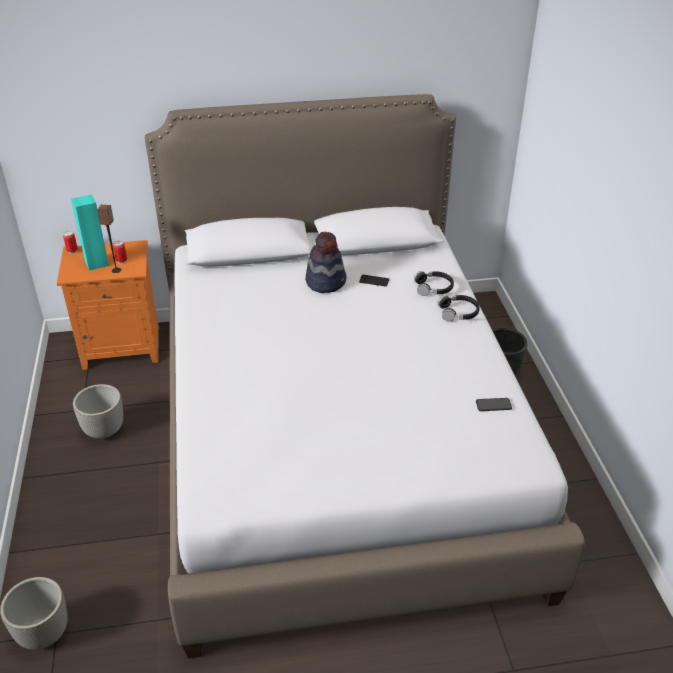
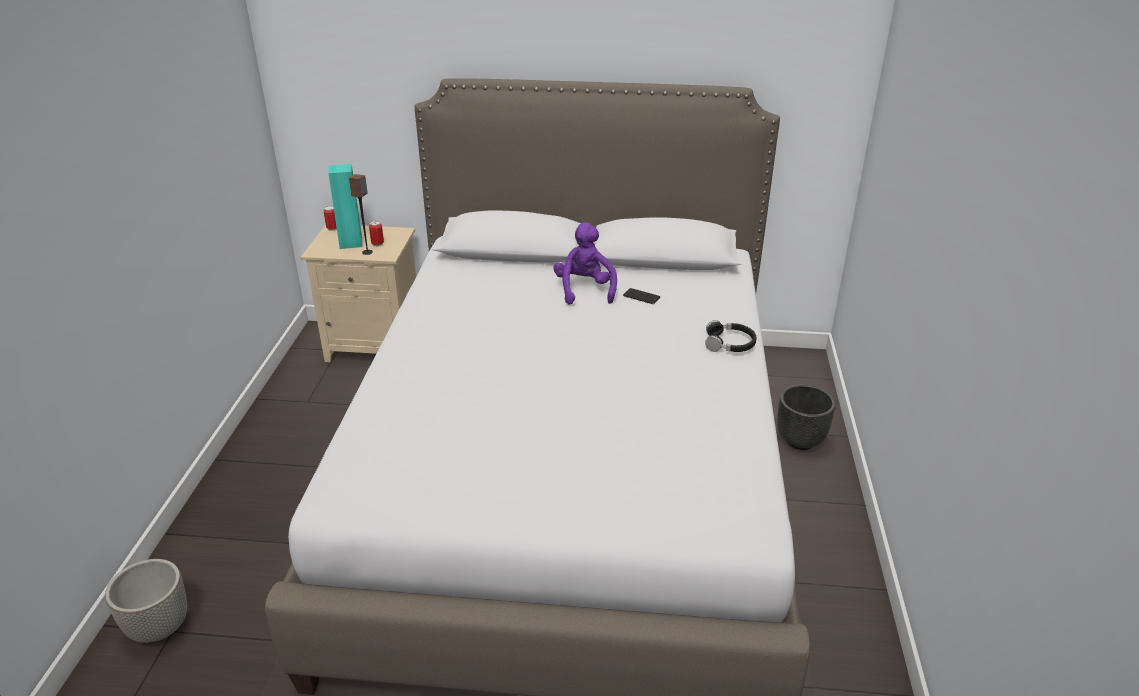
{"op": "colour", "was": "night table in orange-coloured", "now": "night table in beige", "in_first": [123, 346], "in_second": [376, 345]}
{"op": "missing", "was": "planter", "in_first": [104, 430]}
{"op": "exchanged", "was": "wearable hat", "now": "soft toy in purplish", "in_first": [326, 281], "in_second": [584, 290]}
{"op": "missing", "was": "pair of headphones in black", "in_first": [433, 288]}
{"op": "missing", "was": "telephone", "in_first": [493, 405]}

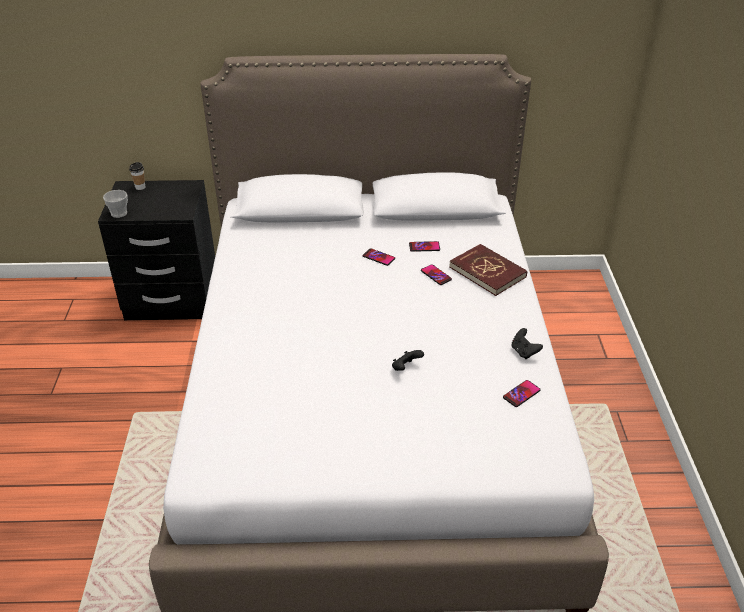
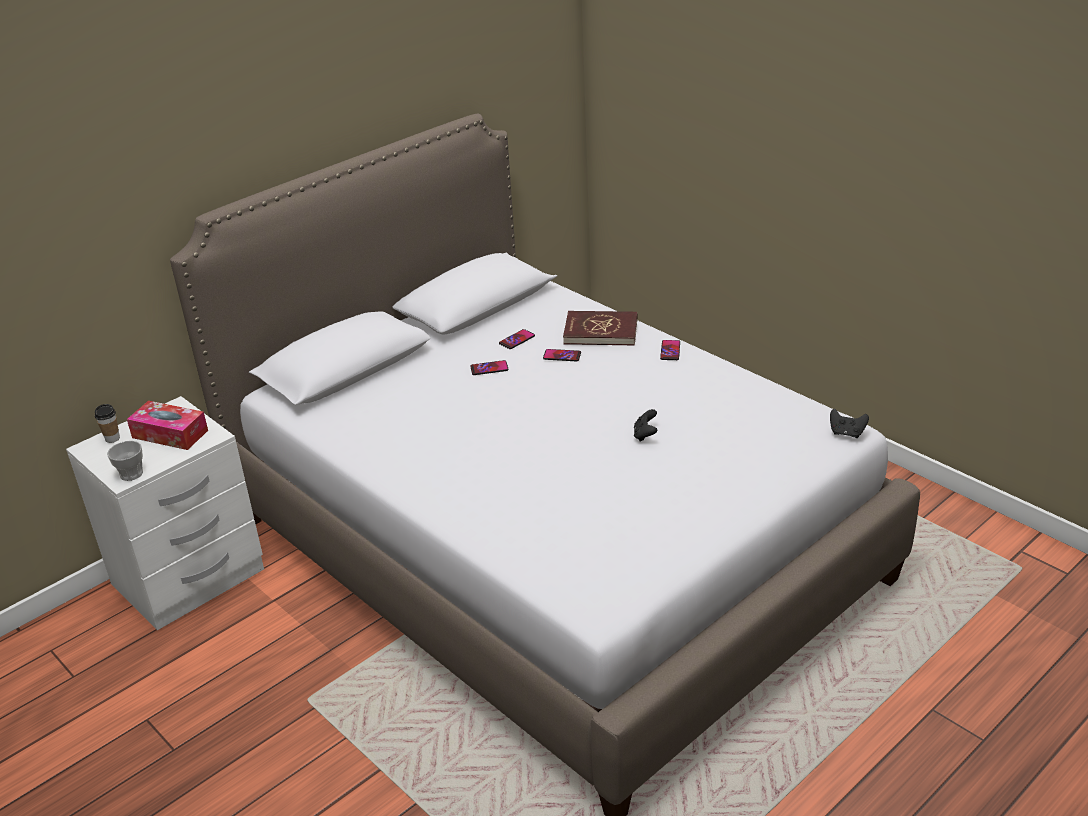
{"op": "colour", "was": "night table in black", "now": "night table in white", "in_first": [172, 300], "in_second": [189, 578]}
{"op": "relocated", "was": "telephone", "in_first": [521, 394], "in_second": [670, 351]}
{"op": "relocated", "was": "gamepad in black", "in_first": [524, 352], "in_second": [846, 433]}
{"op": "appeared", "now": "tissue holder", "in_second": [170, 434]}

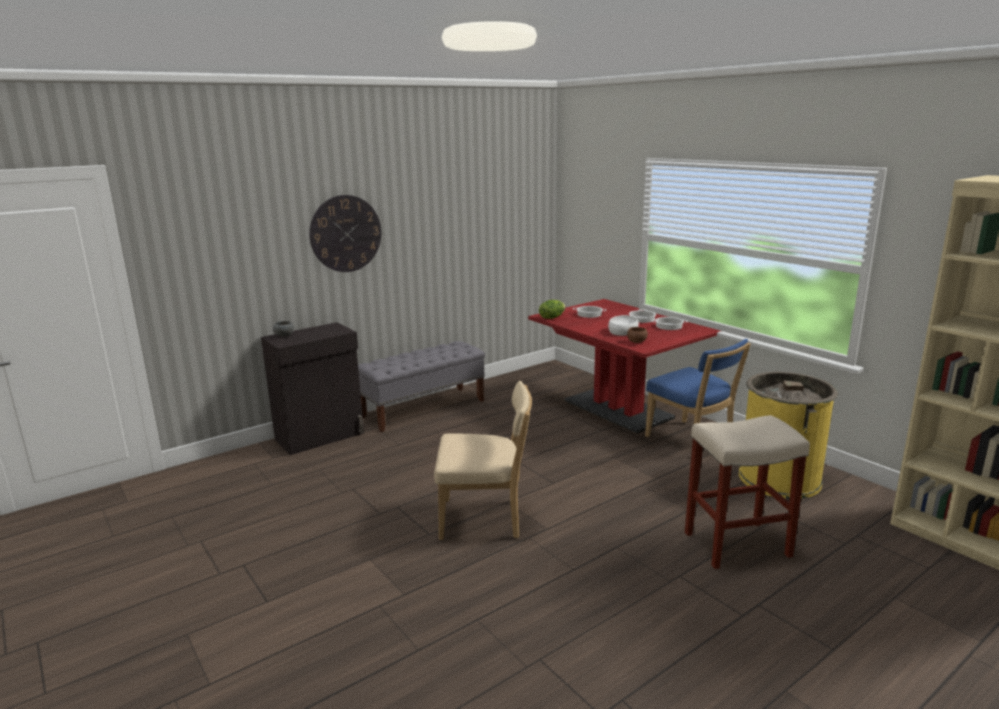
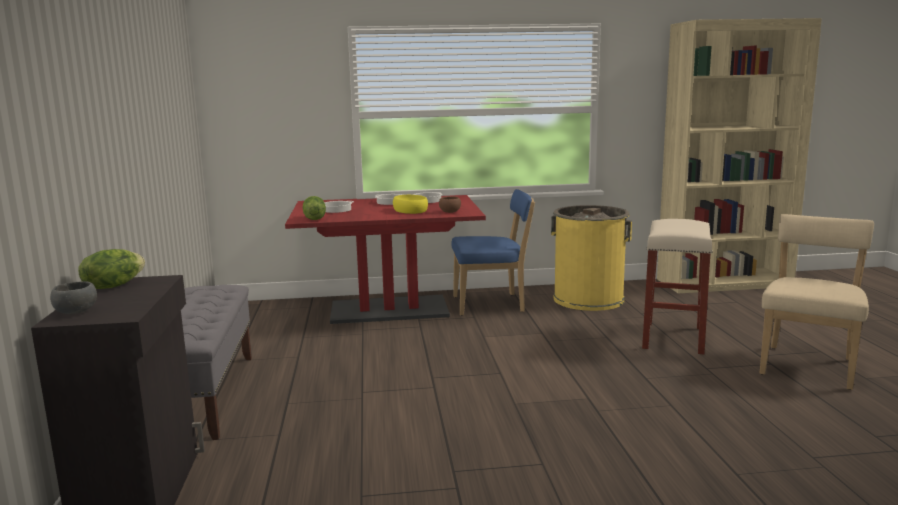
{"op": "missing", "was": "wall clock", "in_first": [346, 233]}
{"op": "relocated", "was": "upright chair in beige", "in_first": [485, 519], "in_second": [808, 365]}
{"op": "colour", "was": "serving bowl in white", "now": "serving bowl in yellow-coloured", "in_first": [623, 331], "in_second": [411, 210]}
{"op": "appeared", "now": "lettuce head", "in_second": [113, 286]}

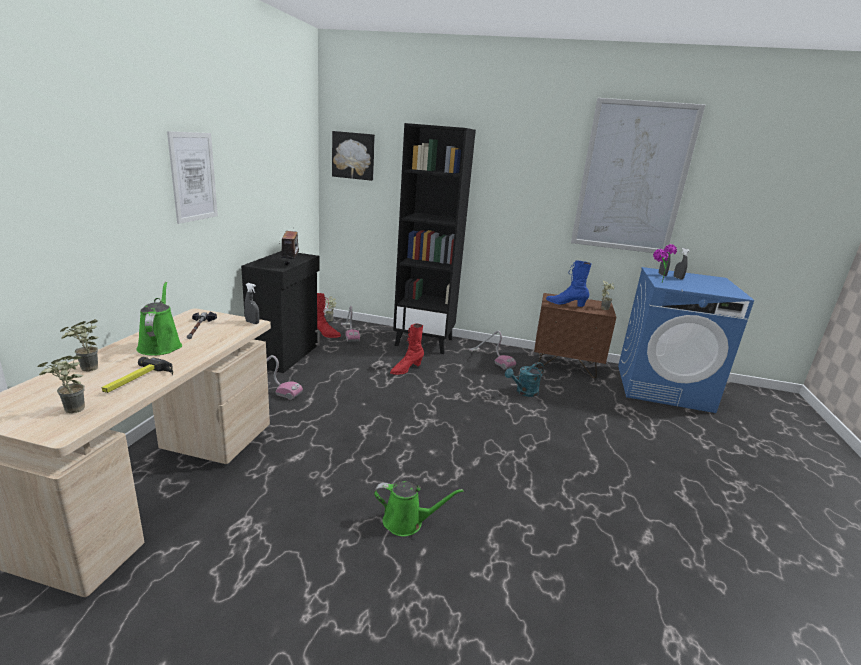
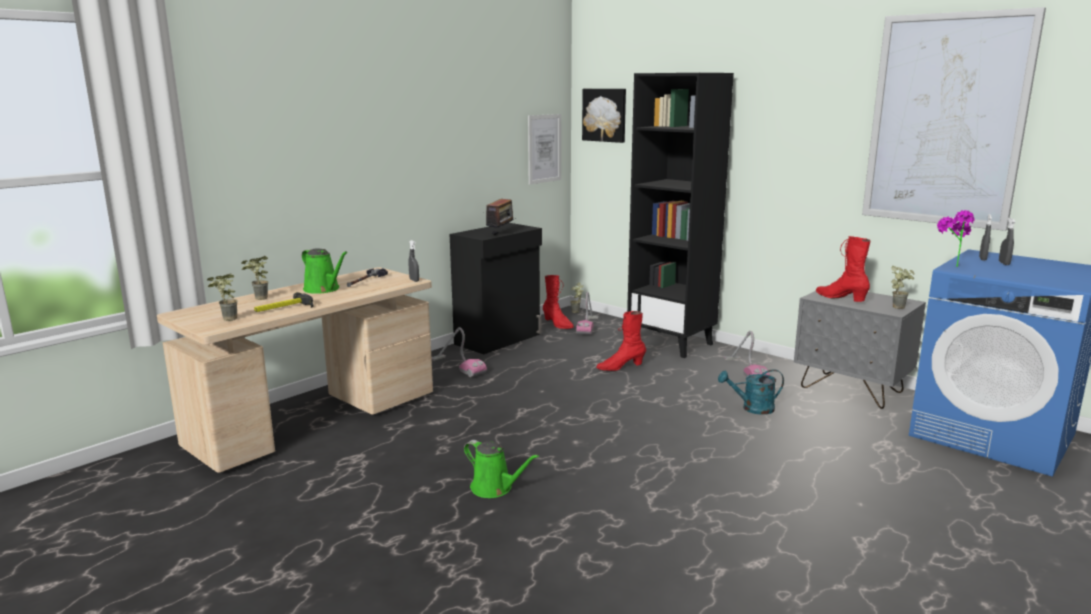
{"op": "spun", "was": "watering pot in green", "in_first": [160, 345], "in_second": [323, 289], "clockwise": 120}
{"op": "relocated", "was": "picture", "in_first": [193, 177], "in_second": [544, 148]}
{"op": "colour", "was": "night table in brownish", "now": "night table in greyish", "in_first": [565, 365], "in_second": [851, 390]}
{"op": "colour", "was": "boot in blue", "now": "boot in red-coloured", "in_first": [565, 304], "in_second": [841, 298]}

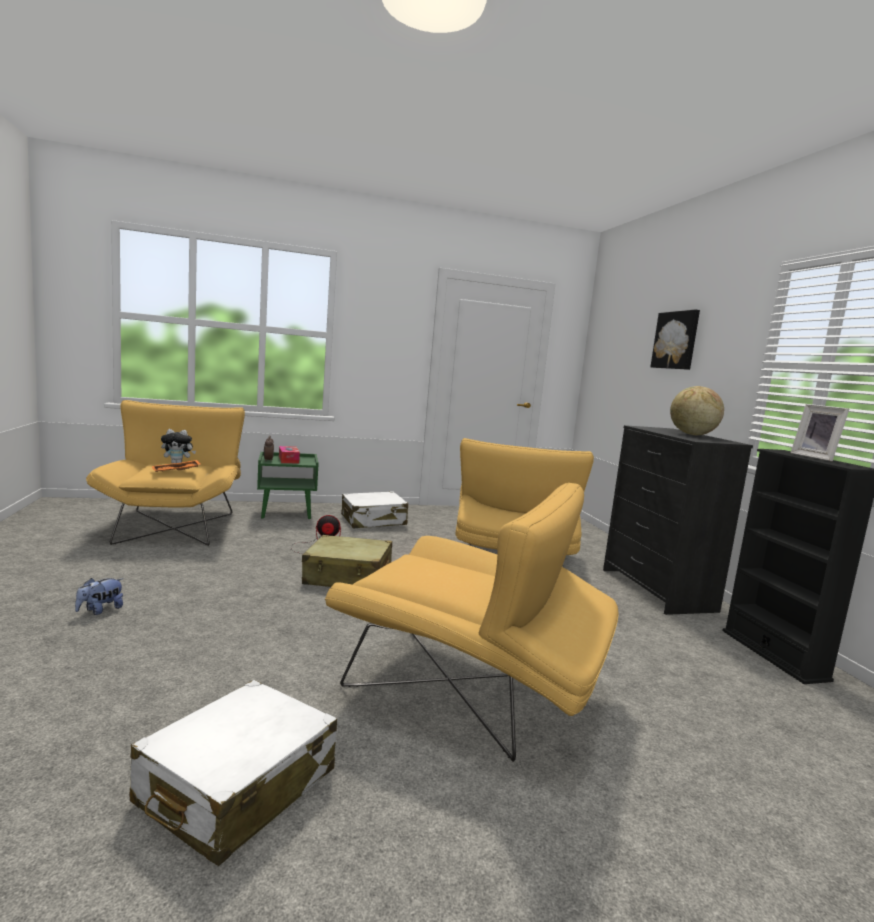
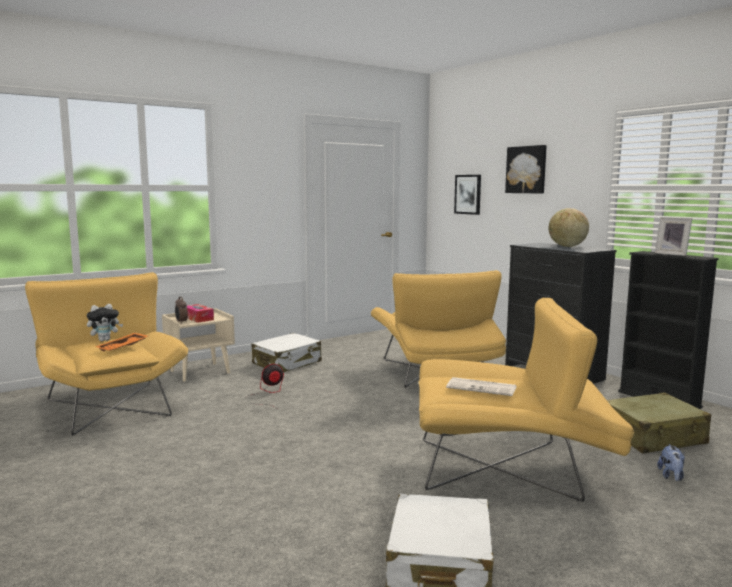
{"op": "relocated", "was": "soft toy", "in_first": [100, 610], "in_second": [671, 476]}
{"op": "colour", "was": "night table in green", "now": "night table in beige", "in_first": [287, 513], "in_second": [200, 372]}
{"op": "relocated", "was": "piece of luggage in beige", "in_first": [348, 577], "in_second": [653, 436]}
{"op": "appeared", "now": "daily paper", "in_second": [482, 388]}
{"op": "appeared", "now": "picture", "in_second": [468, 194]}

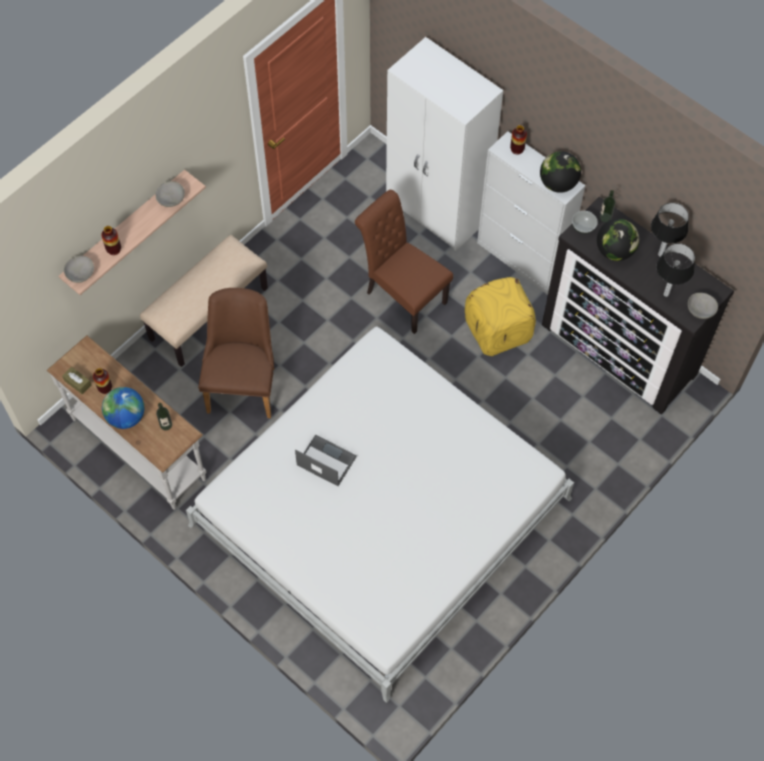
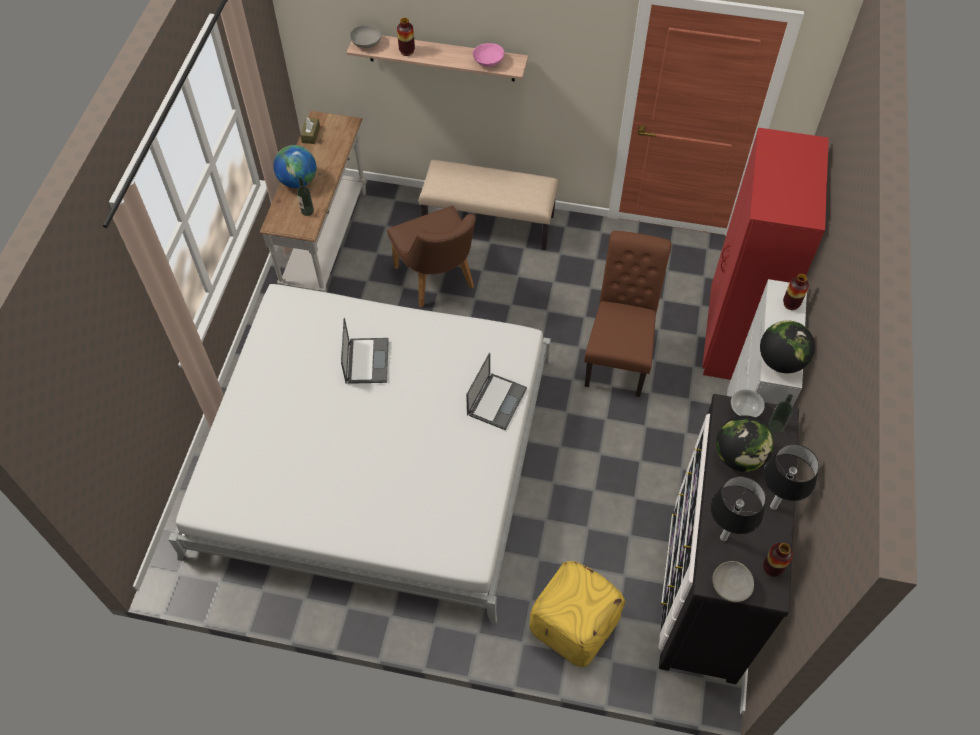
{"op": "relocated", "was": "decorative vase", "in_first": [105, 388], "in_second": [772, 568]}
{"op": "colour", "was": "serving bowl in greyish", "now": "serving bowl in pink-coloured", "in_first": [171, 199], "in_second": [488, 62]}
{"op": "spun", "was": "upright chair in brownish", "in_first": [244, 383], "in_second": [438, 282], "clockwise": 90}
{"op": "colour", "was": "armoire in white", "now": "armoire in red-coloured", "in_first": [436, 212], "in_second": [733, 337]}
{"op": "relocated", "was": "footrest in yellow-coloured", "in_first": [497, 330], "in_second": [572, 625]}
{"op": "appeared", "now": "portable computer", "in_second": [497, 400]}

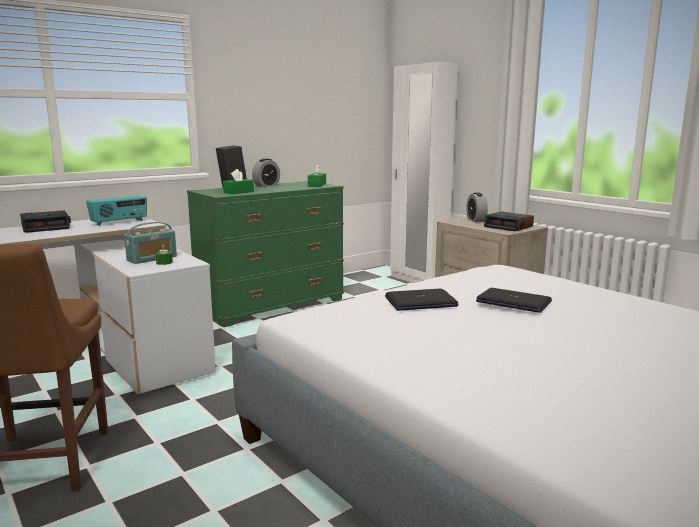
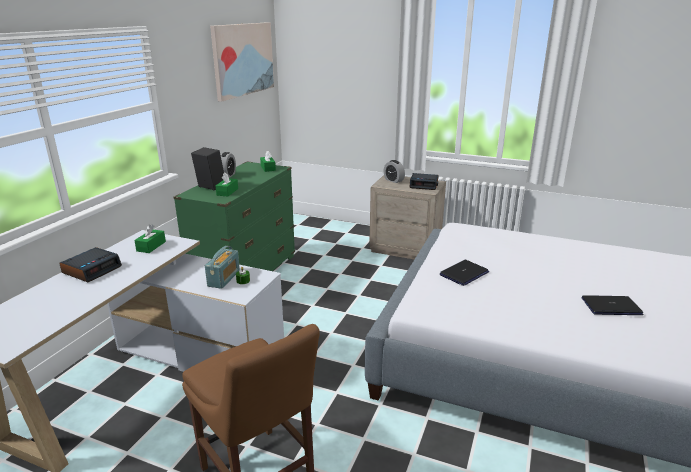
{"op": "exchanged", "was": "radio receiver", "now": "tissue holder in green", "in_first": [119, 222], "in_second": [151, 246]}
{"op": "missing", "was": "armoire in white", "in_first": [418, 280]}
{"op": "relocated", "was": "portable computer", "in_first": [514, 302], "in_second": [611, 306]}
{"op": "appeared", "now": "picture", "in_second": [243, 59]}

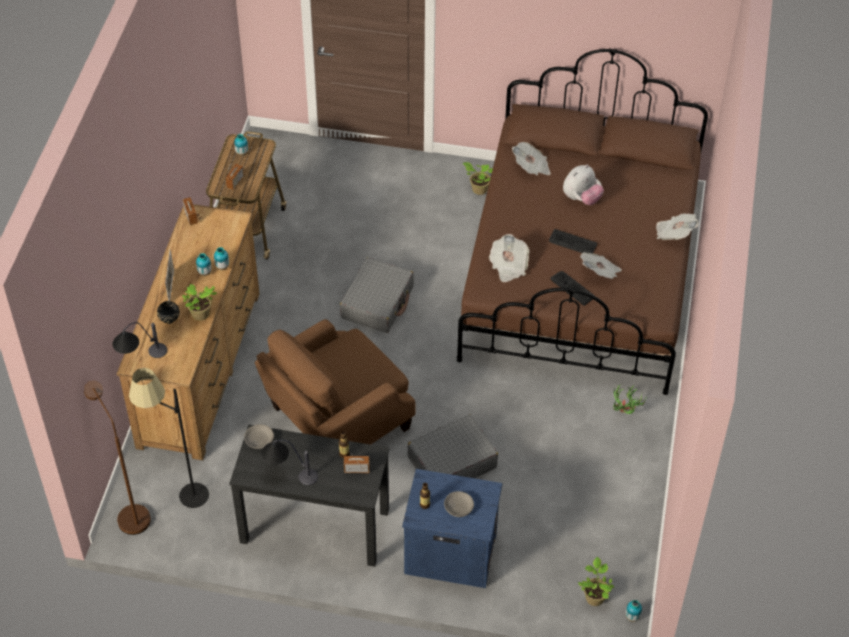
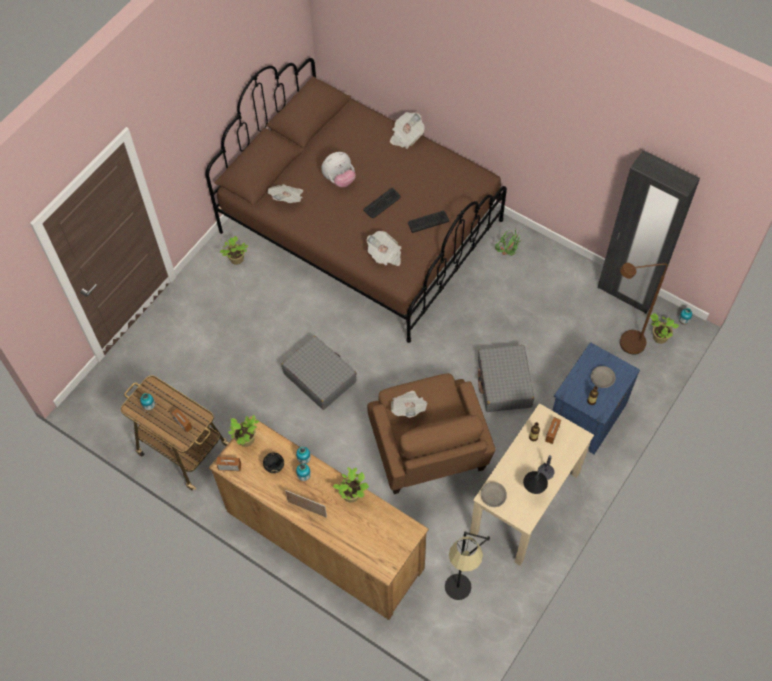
{"op": "relocated", "was": "standing lamp in brownish", "in_first": [130, 514], "in_second": [625, 344]}
{"op": "missing", "was": "table lamp", "in_first": [140, 359]}
{"op": "relocated", "was": "serving bowl in black", "in_first": [169, 321], "in_second": [275, 468]}
{"op": "colour", "was": "desk in black", "now": "desk in beige", "in_first": [314, 526], "in_second": [525, 503]}
{"op": "spun", "was": "soft toy", "in_first": [581, 198], "in_second": [339, 179], "clockwise": 75}
{"op": "relocated", "was": "daily paper", "in_first": [600, 273], "in_second": [408, 408]}
{"op": "appeared", "now": "potted plant", "in_second": [246, 440]}
{"op": "appeared", "now": "armoire in black", "in_second": [626, 293]}

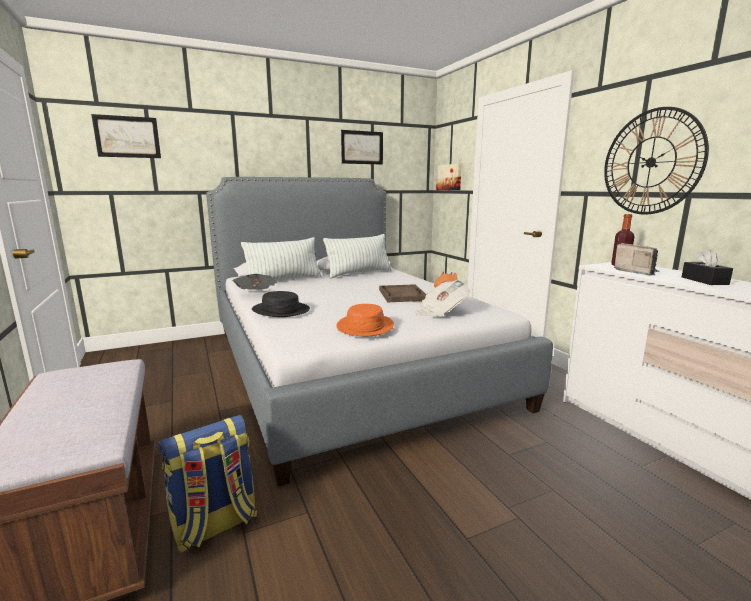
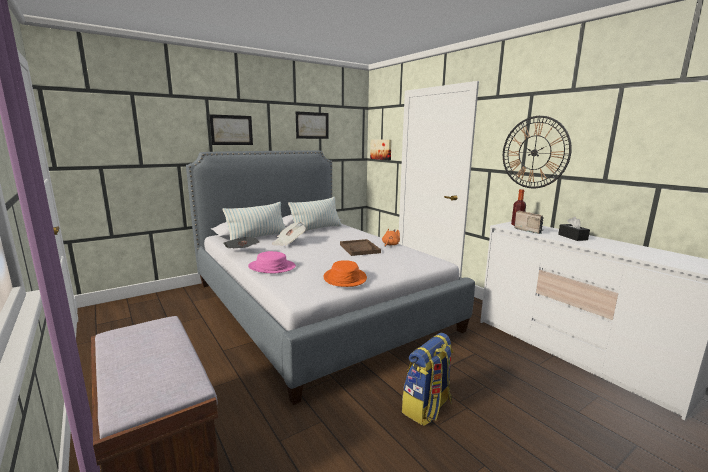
{"op": "relocated", "was": "picture", "in_first": [127, 137], "in_second": [231, 130]}
{"op": "relocated", "was": "knapsack", "in_first": [214, 525], "in_second": [427, 408]}
{"op": "colour", "was": "wearable hat in black", "now": "wearable hat in pink-coloured", "in_first": [280, 310], "in_second": [272, 267]}
{"op": "relocated", "was": "daily paper", "in_first": [440, 312], "in_second": [289, 242]}

